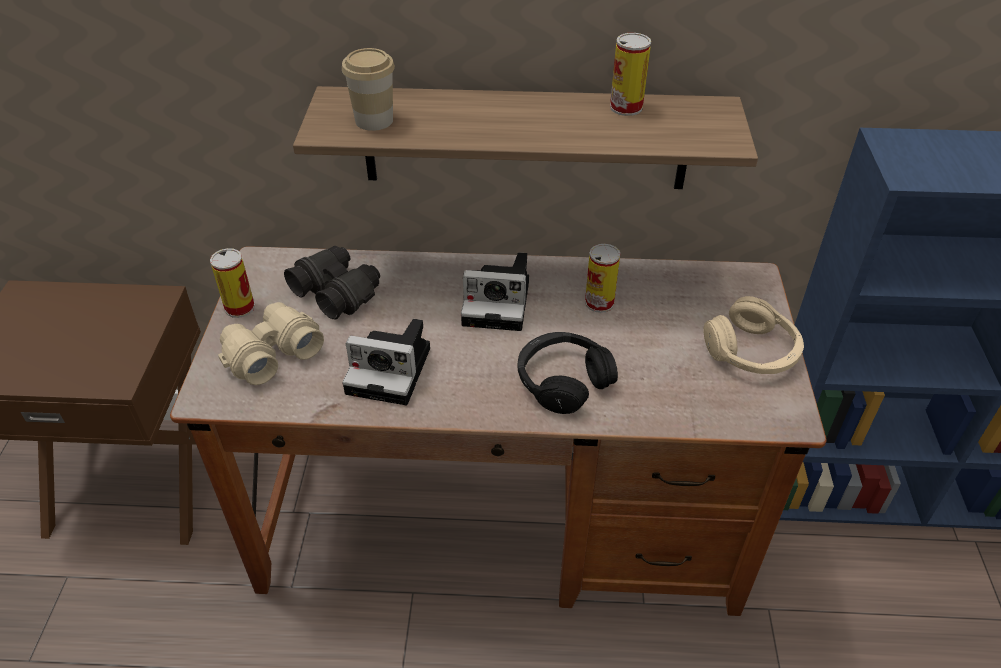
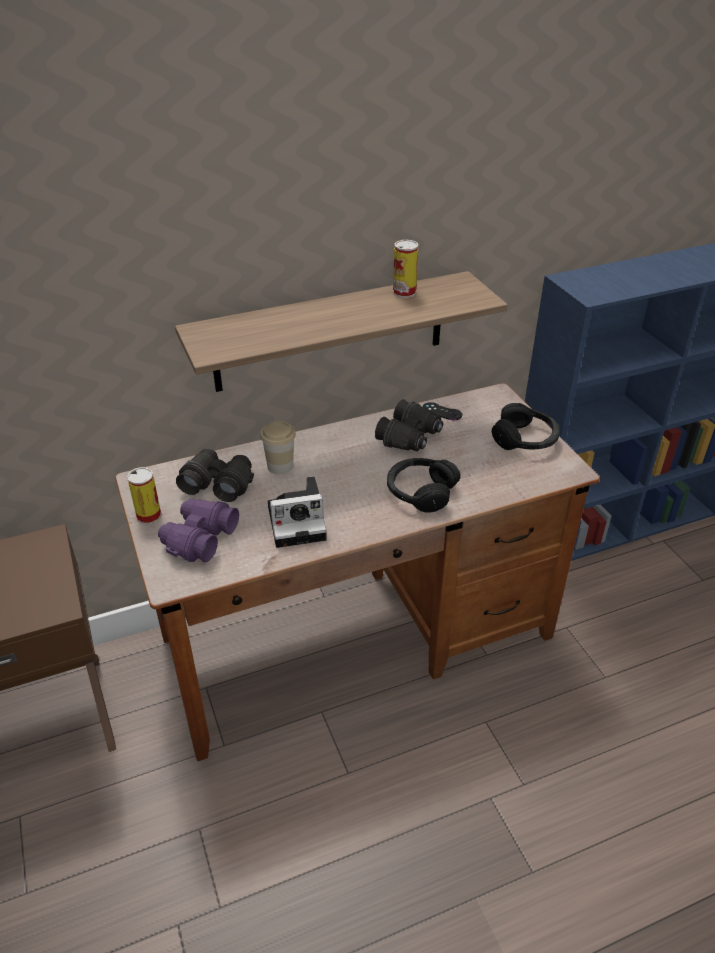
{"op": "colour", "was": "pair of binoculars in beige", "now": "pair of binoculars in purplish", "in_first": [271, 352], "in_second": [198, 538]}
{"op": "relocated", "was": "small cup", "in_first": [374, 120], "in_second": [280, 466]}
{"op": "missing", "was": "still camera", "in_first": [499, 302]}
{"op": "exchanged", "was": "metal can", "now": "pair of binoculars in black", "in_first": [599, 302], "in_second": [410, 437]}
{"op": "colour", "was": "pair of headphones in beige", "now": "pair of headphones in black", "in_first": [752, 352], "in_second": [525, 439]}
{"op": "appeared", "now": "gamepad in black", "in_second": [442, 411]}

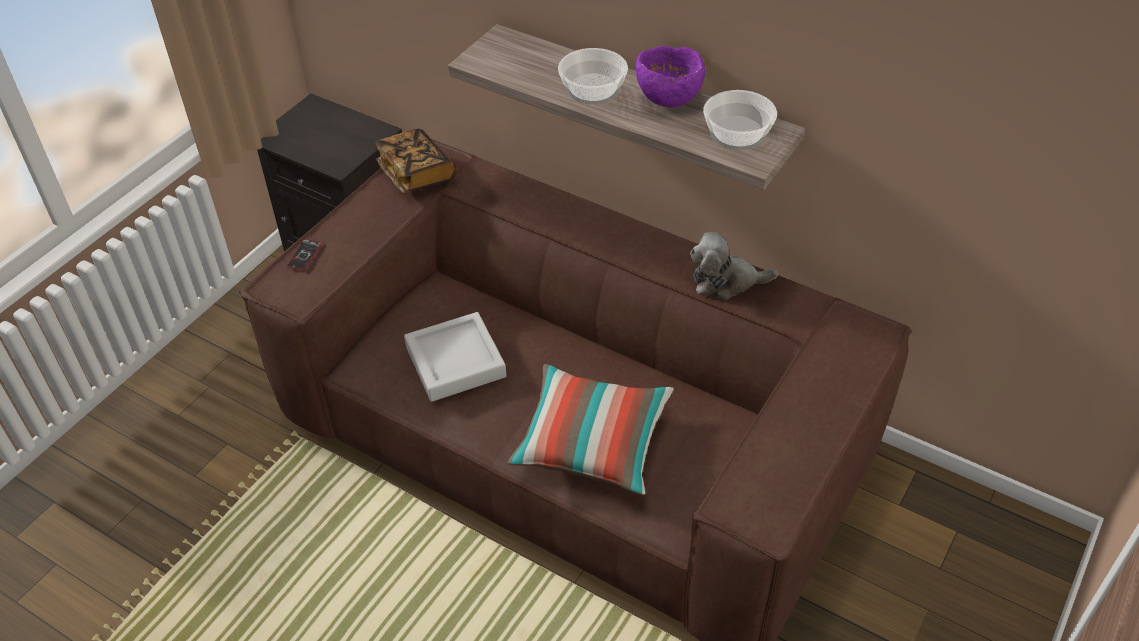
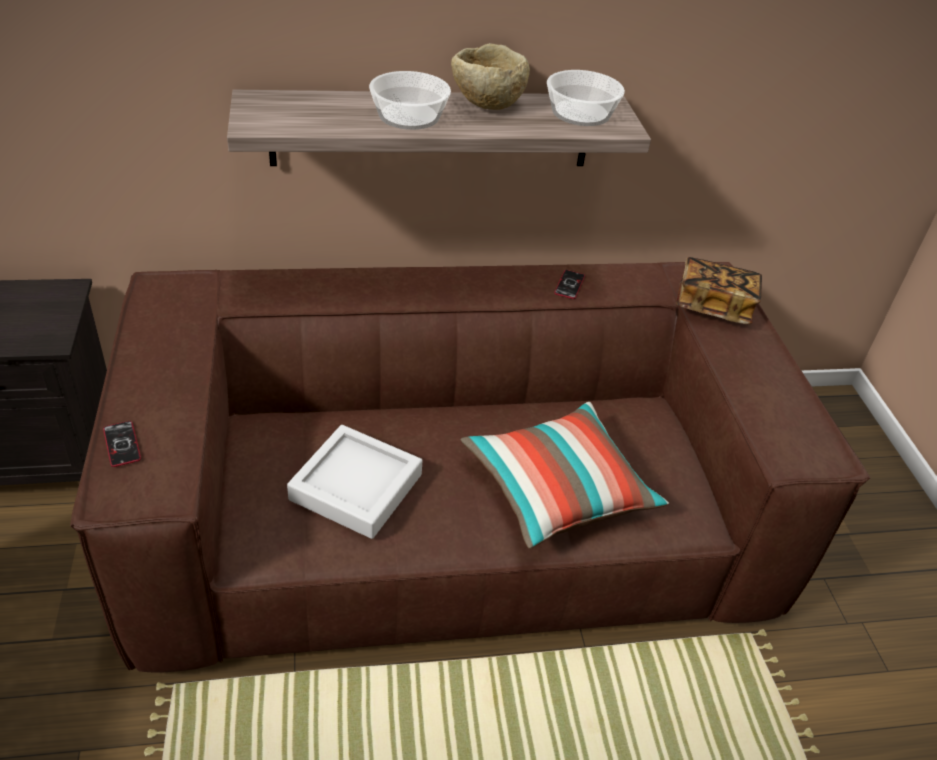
{"op": "relocated", "was": "book", "in_first": [416, 175], "in_second": [713, 306]}
{"op": "colour", "was": "serving bowl in purplish", "now": "serving bowl in beige", "in_first": [668, 98], "in_second": [486, 104]}
{"op": "exchanged", "was": "soft toy", "now": "telephone", "in_first": [726, 282], "in_second": [569, 285]}

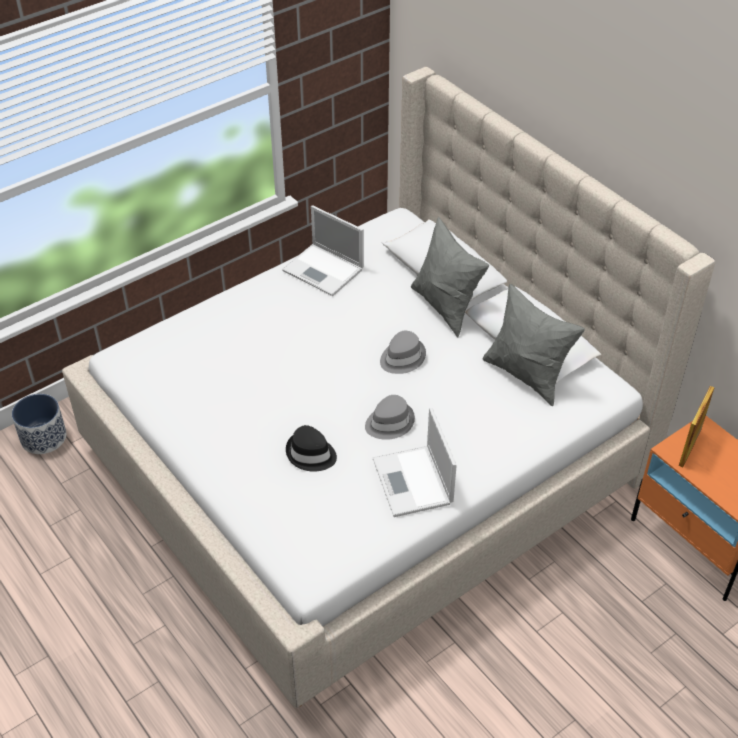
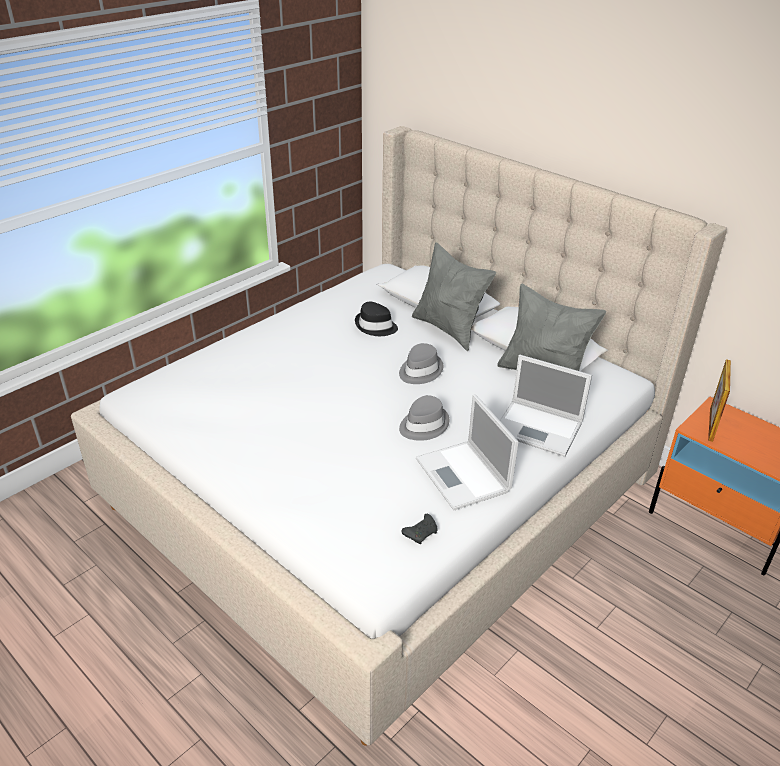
{"op": "missing", "was": "planter", "in_first": [44, 437]}
{"op": "relocated", "was": "portable computer", "in_first": [324, 270], "in_second": [539, 428]}
{"op": "relocated", "was": "wearable hat in black", "in_first": [311, 454], "in_second": [375, 327]}
{"op": "appeared", "now": "gamepad in black", "in_second": [421, 533]}

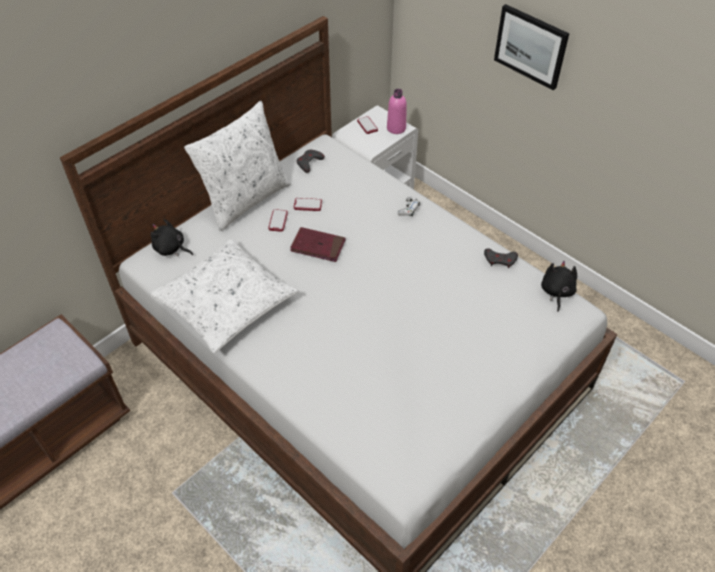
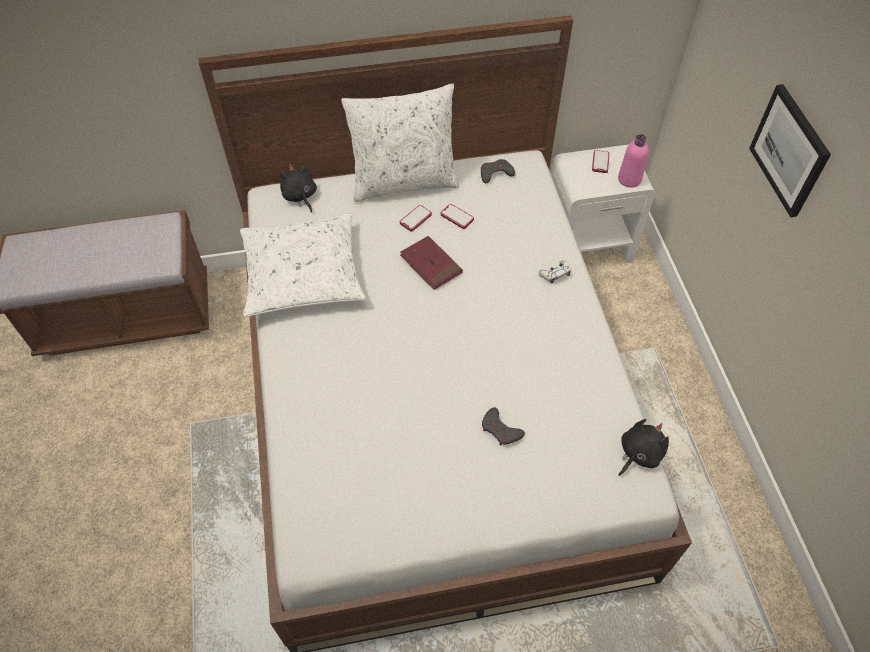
{"op": "relocated", "was": "gamepad in greyish", "in_first": [500, 260], "in_second": [500, 430]}

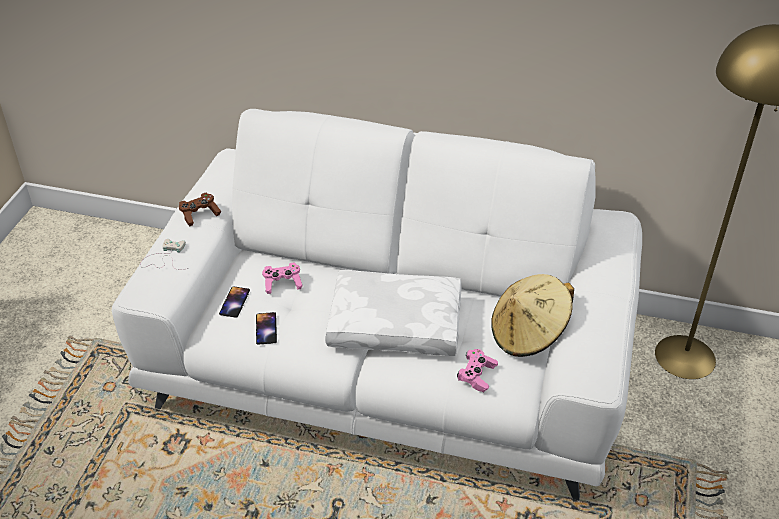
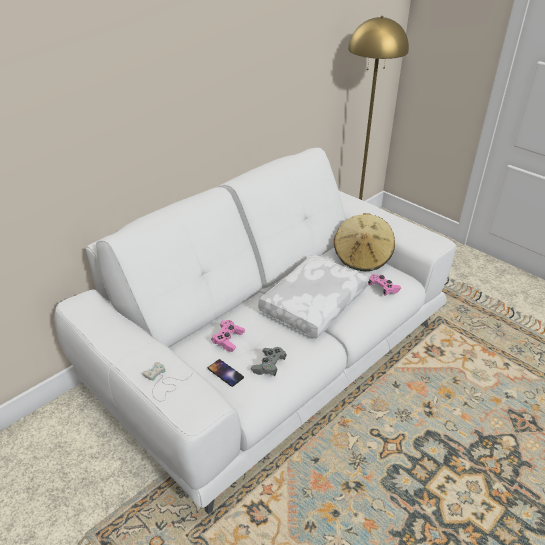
{"op": "missing", "was": "gamepad in brownish", "in_first": [199, 214]}
{"op": "exchanged", "was": "telephone", "now": "gamepad in greyish", "in_first": [266, 328], "in_second": [269, 366]}

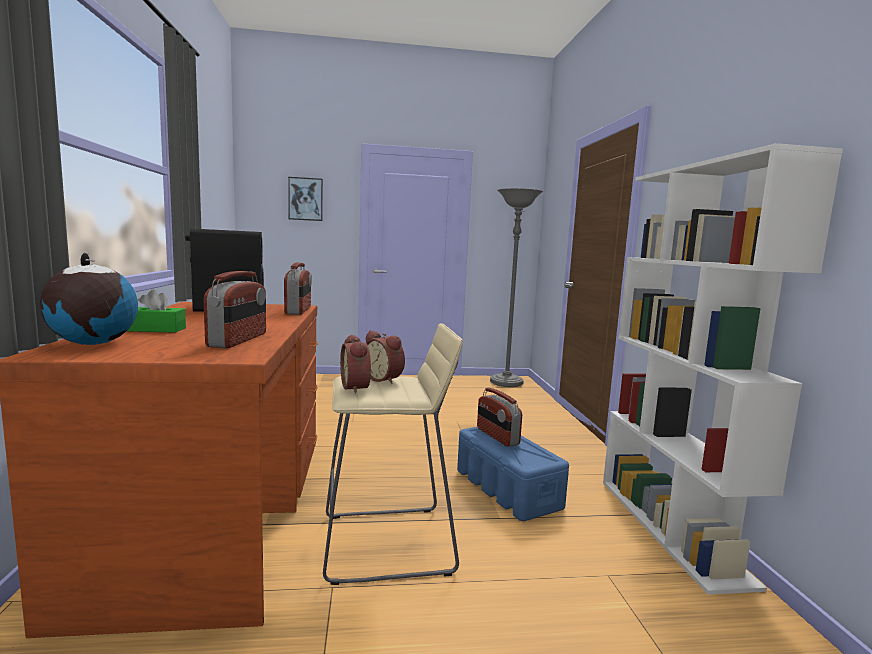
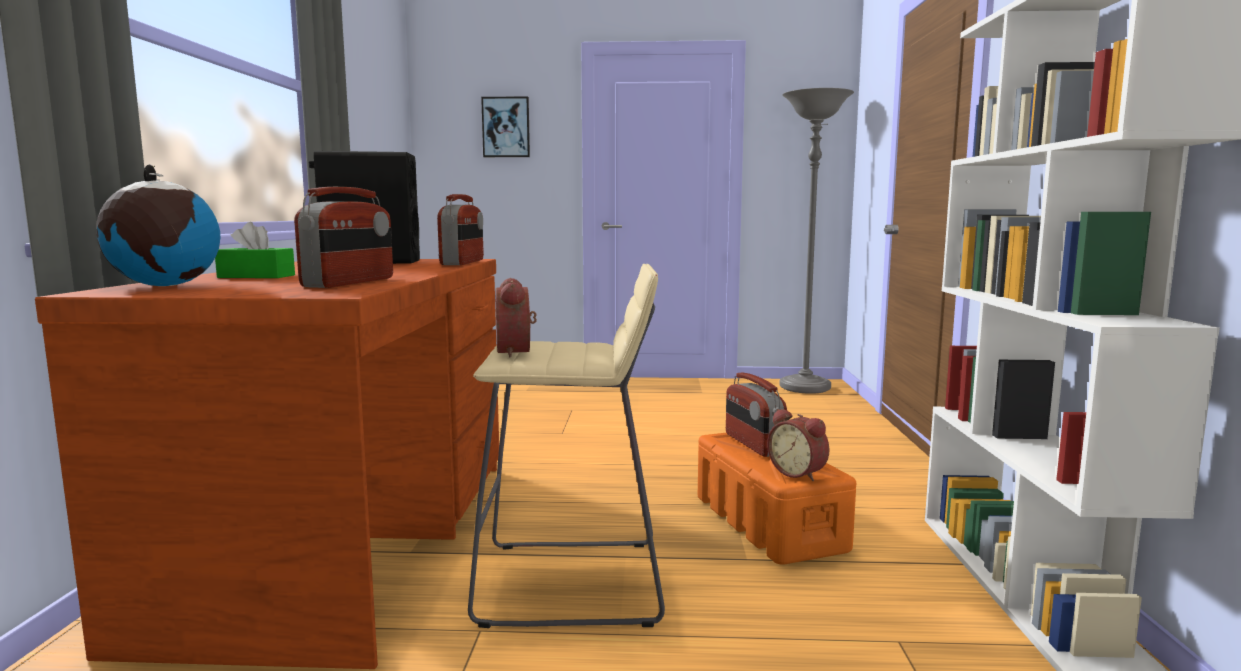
{"op": "relocated", "was": "table clock", "in_first": [384, 379], "in_second": [799, 473]}
{"op": "colour", "was": "storage bin in blue", "now": "storage bin in orange-coloured", "in_first": [508, 489], "in_second": [769, 523]}

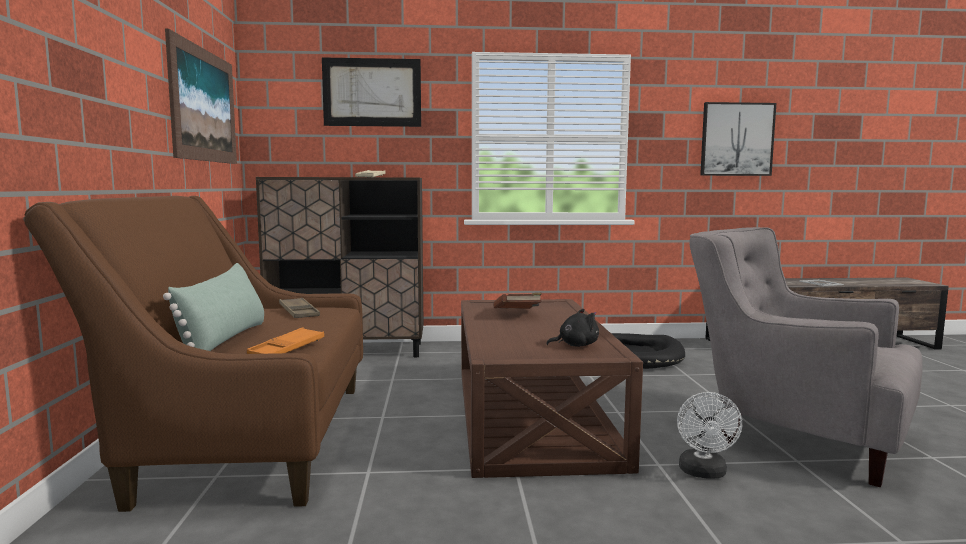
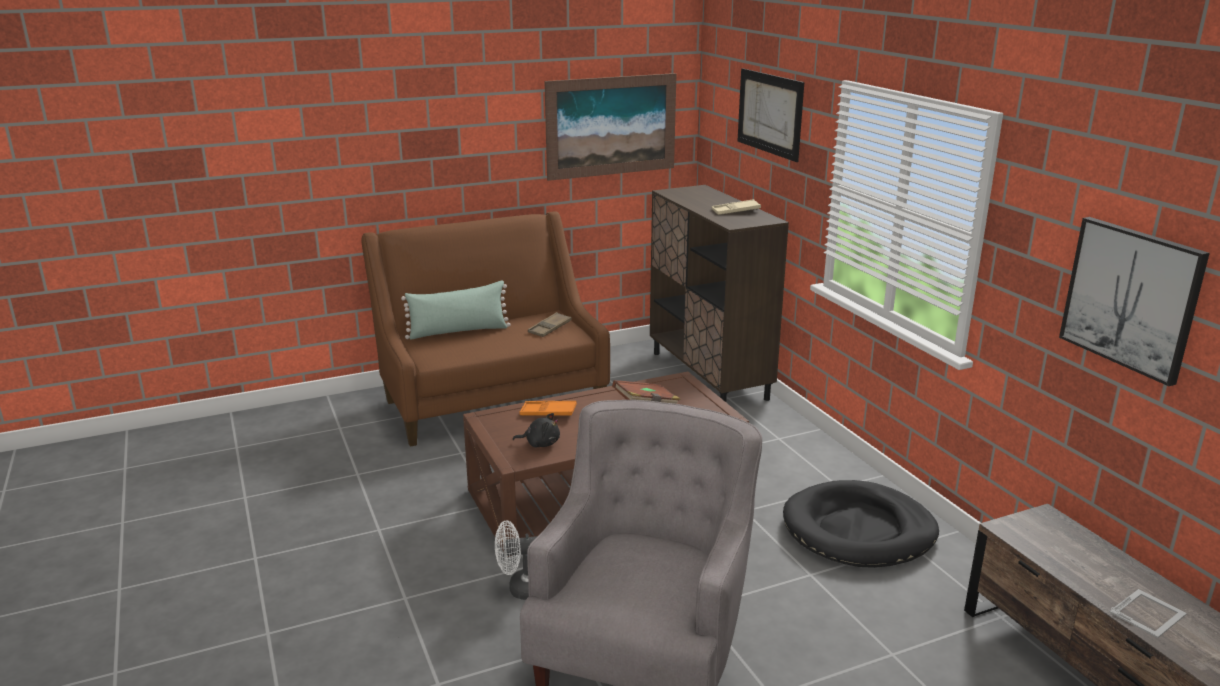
{"op": "relocated", "was": "tray in orange-coloured", "in_first": [287, 349], "in_second": [548, 412]}
{"op": "spun", "was": "soft toy in black", "in_first": [575, 345], "in_second": [540, 443], "clockwise": -45}

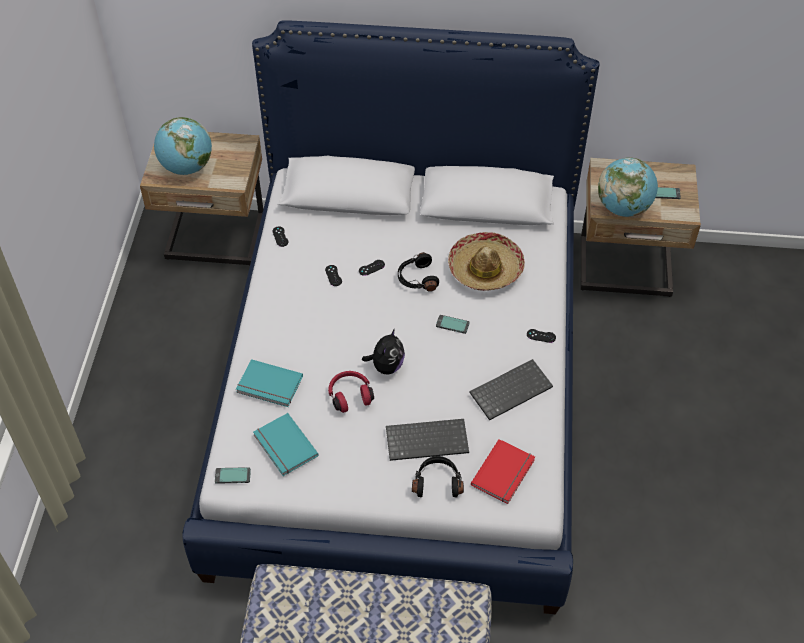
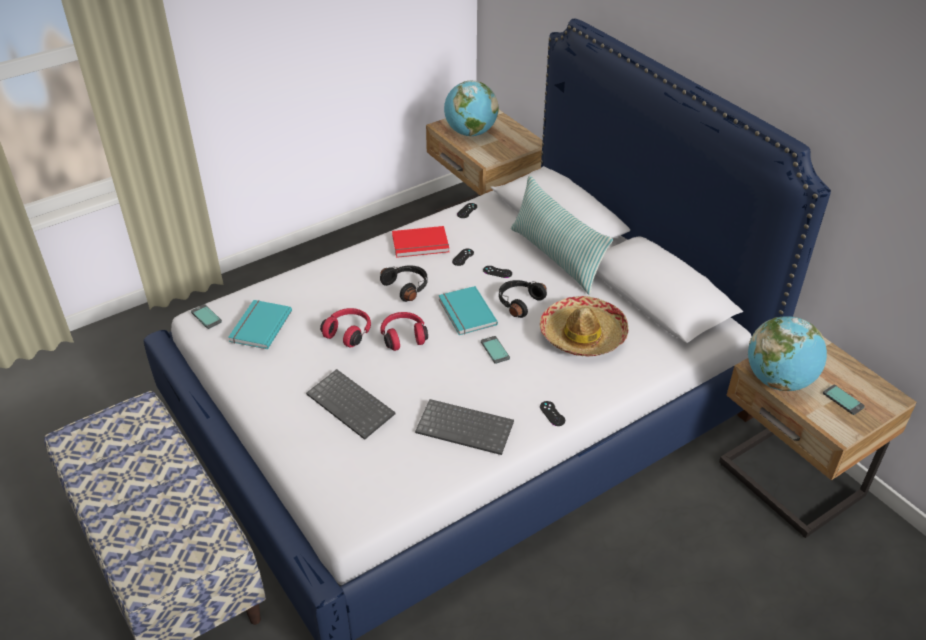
{"op": "relocated", "was": "book in blue-green", "in_first": [269, 386], "in_second": [465, 313]}
{"op": "exchanged", "was": "soft toy", "now": "pair of headphones in red-coloured", "in_first": [386, 366], "in_second": [403, 336]}
{"op": "relocated", "was": "pair of headphones in black", "in_first": [437, 481], "in_second": [407, 287]}
{"op": "relocated", "was": "book in red-coloured", "in_first": [505, 473], "in_second": [421, 245]}
{"op": "appeared", "now": "pillow", "in_second": [556, 257]}

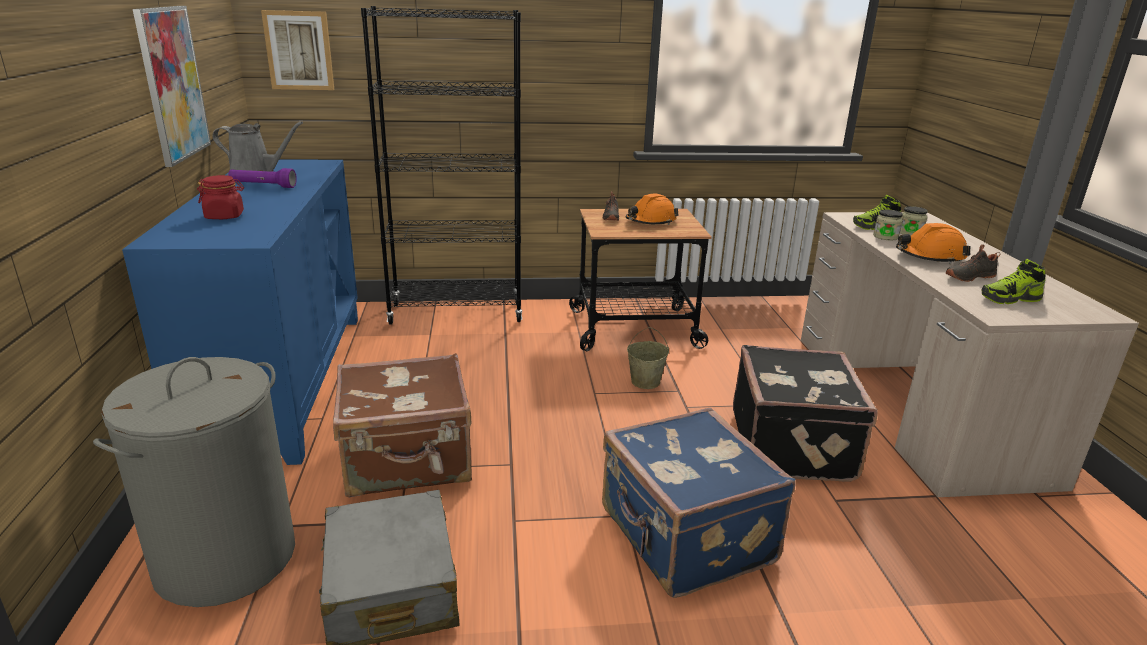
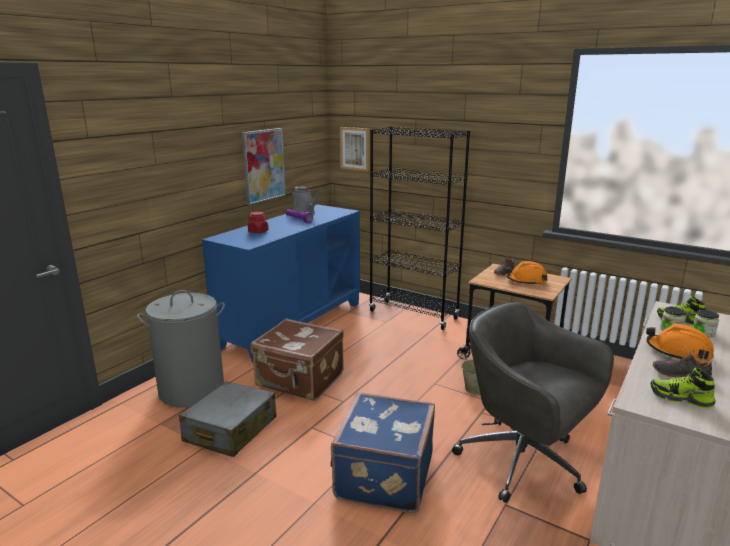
{"op": "exchanged", "was": "piece of luggage in black", "now": "desk chair in greyish", "in_first": [793, 445], "in_second": [524, 462]}

